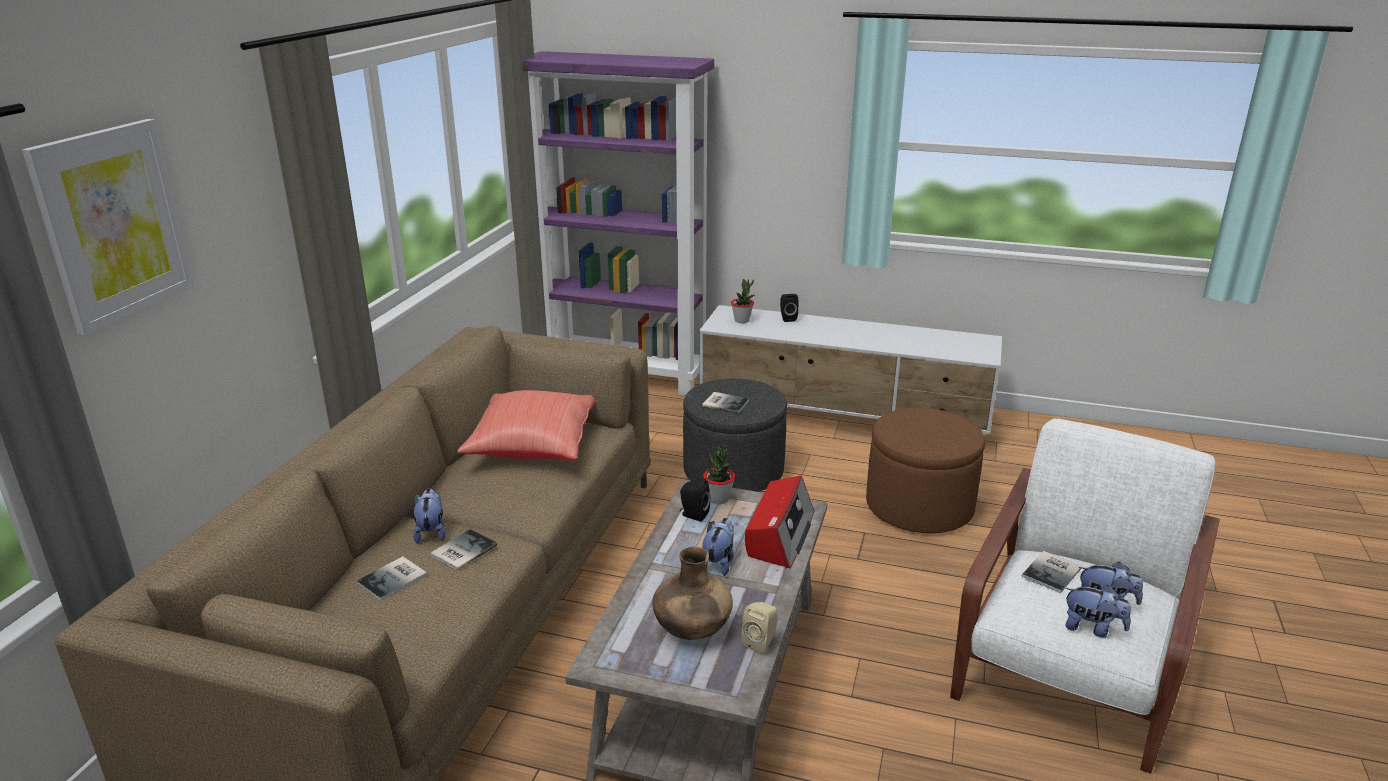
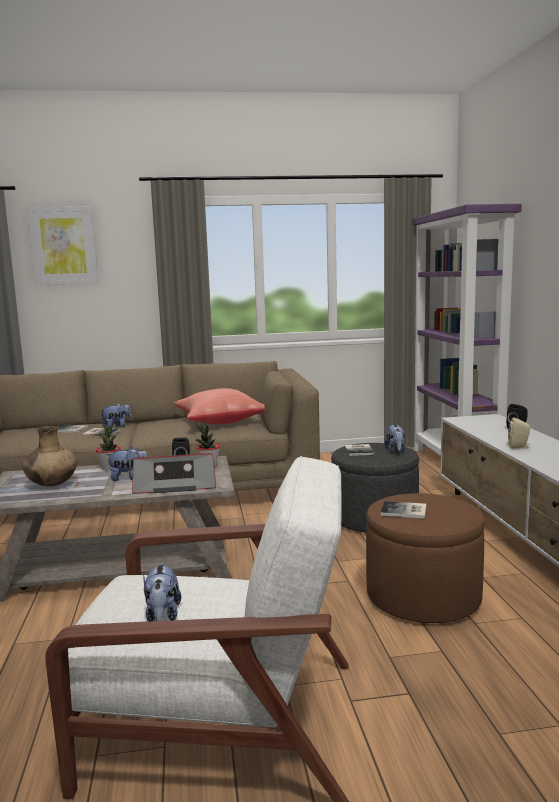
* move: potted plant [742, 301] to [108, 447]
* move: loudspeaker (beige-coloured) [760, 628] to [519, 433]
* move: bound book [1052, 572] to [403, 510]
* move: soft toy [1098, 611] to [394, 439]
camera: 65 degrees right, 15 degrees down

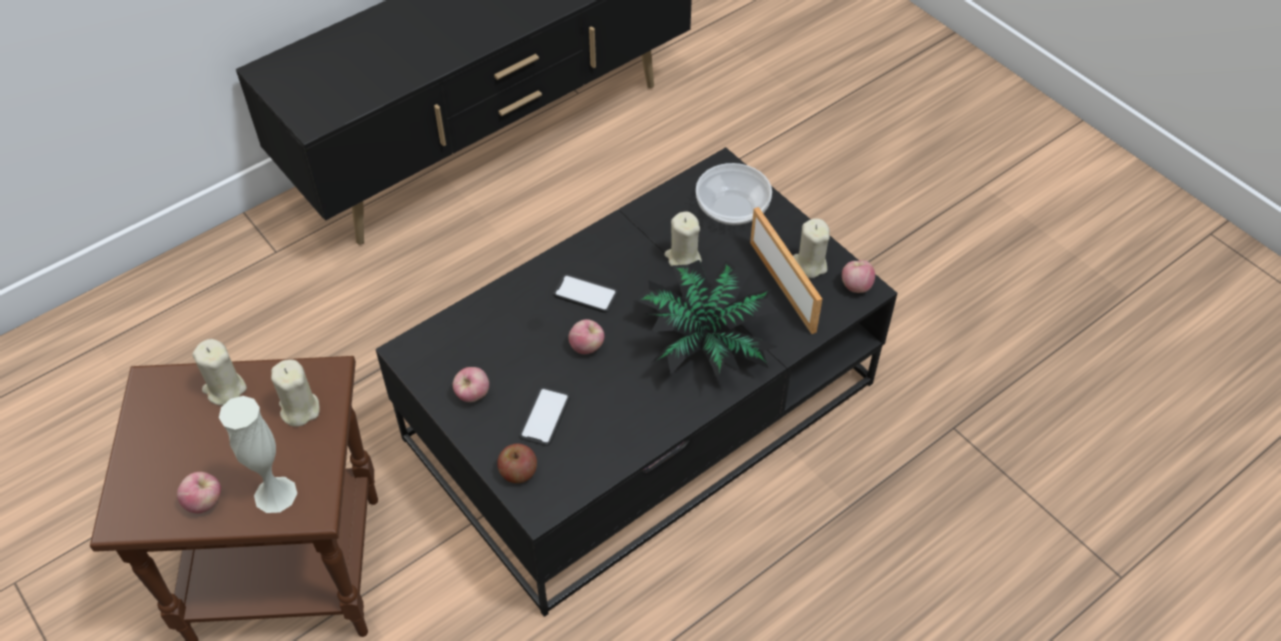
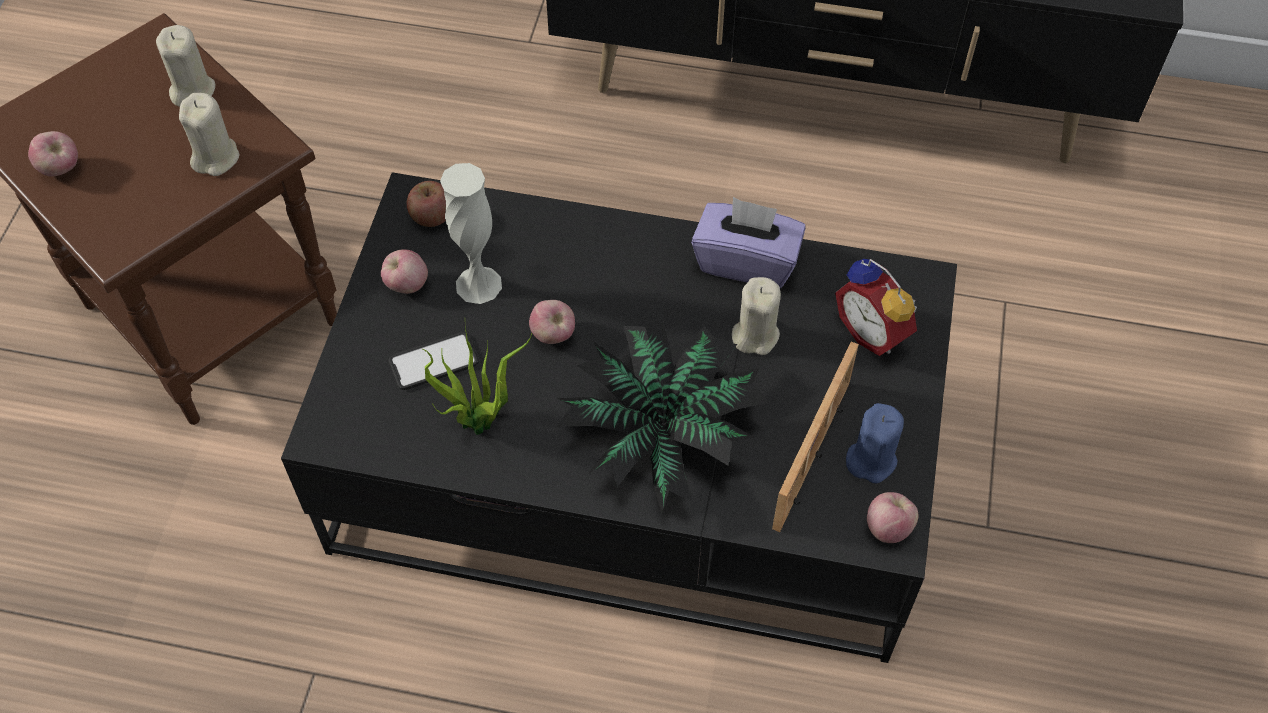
* move: vase (whitish) [258, 454] to [471, 233]
* move: whole apple [517, 463] to [426, 204]
* delete: phone [585, 293]
* replace: deep dish [734, 194] to bedside clock [876, 307]
* recolor: candle (beige-coloured) [811, 248] to candle (blue-coloured) [875, 443]
* insert: potted plant [477, 381]
* insert: tissue holder (purple) [748, 242]
camera: 50 degrees right, 5 degrees up

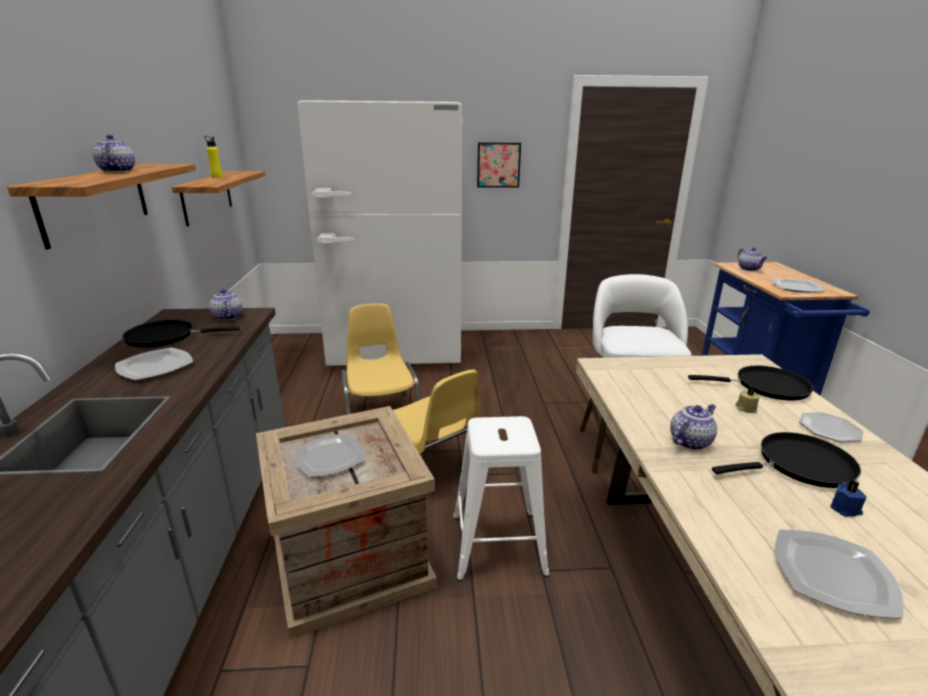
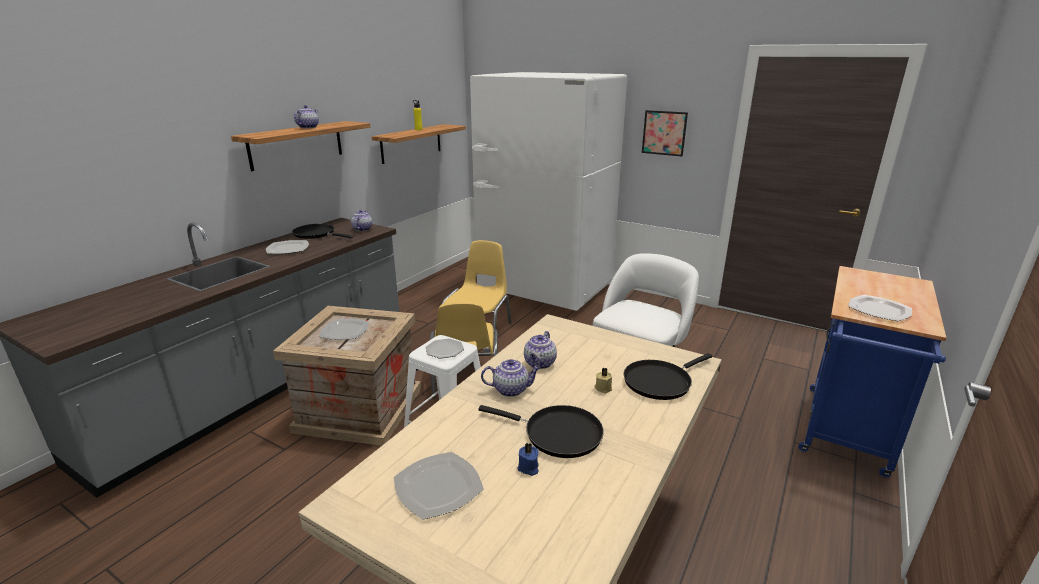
* rotate: pan (black) [750, 383] = [668, 376] 105 degrees clockwise
* move: tea pot [752, 259] to [540, 350]
* move: flat dish [831, 427] to [444, 349]
camera: 35 degrees right, 0 degrees up

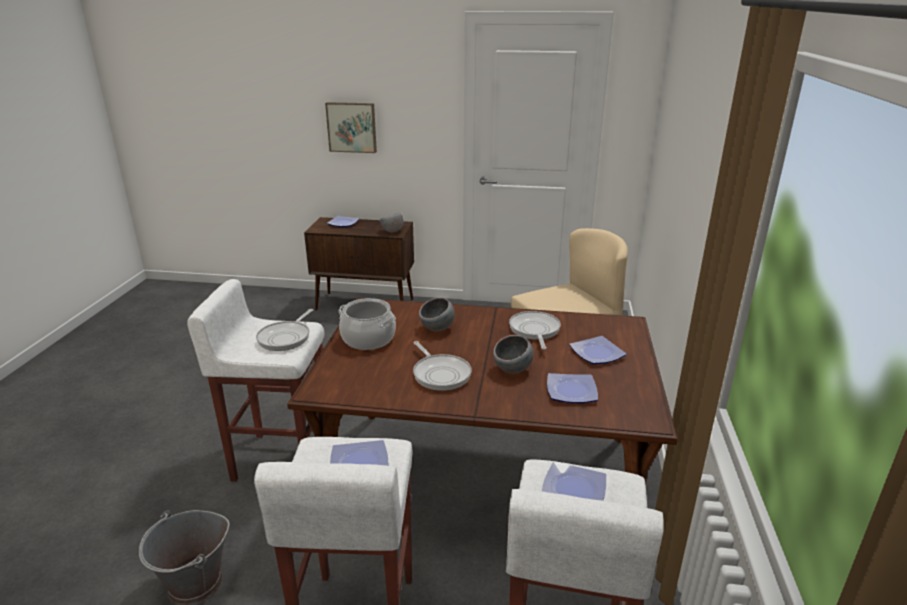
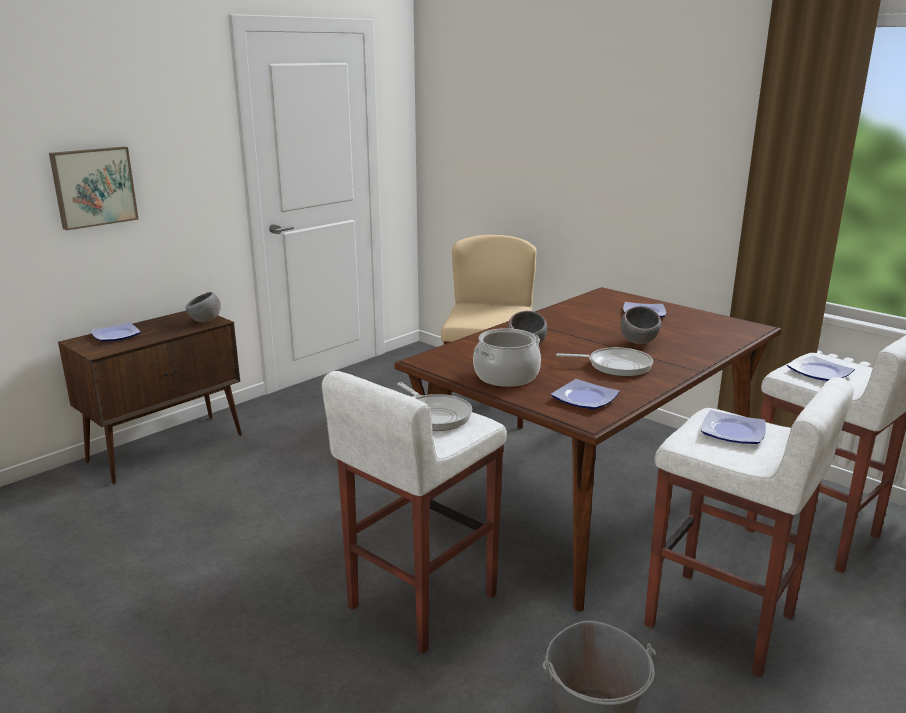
* delete: pan [535, 330]
* move: flat dish [572, 388] to [585, 394]
camera: 55 degrees left, 5 degrees down

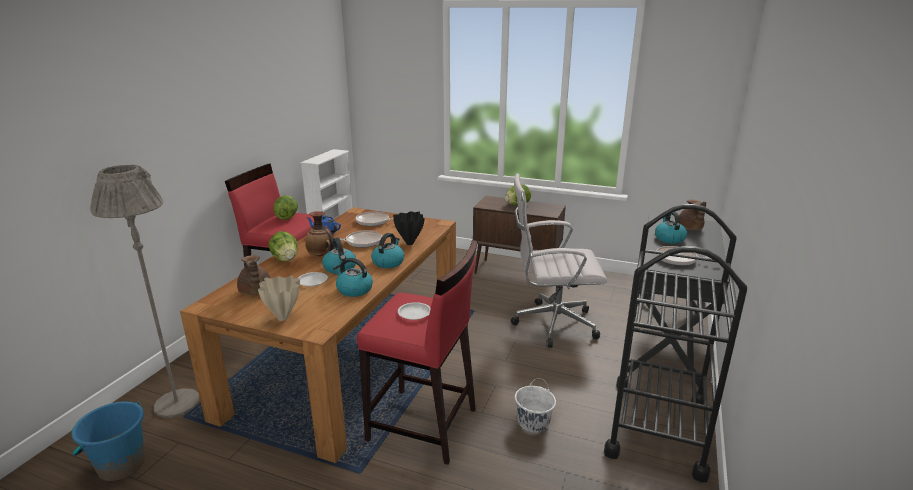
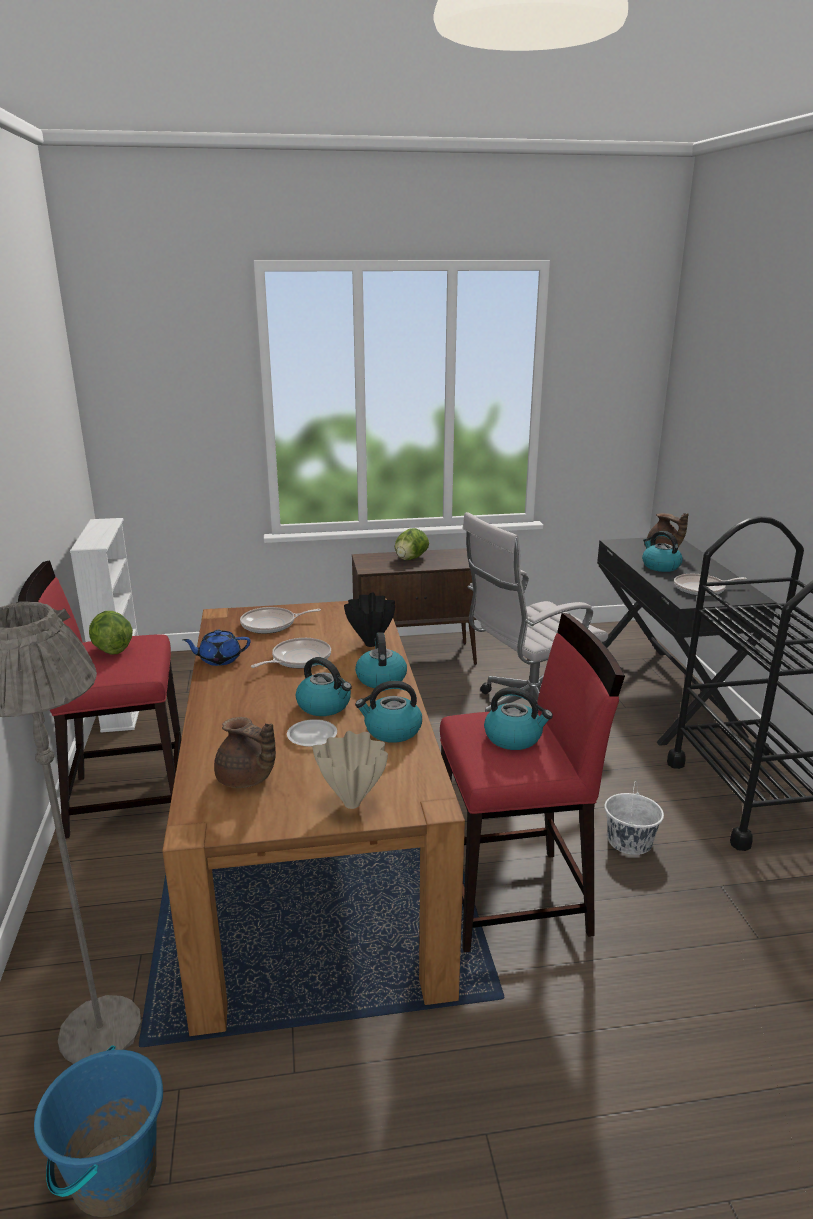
* delete: lettuce [283, 246]
* delete: vase [319, 234]
* replace: flat dish (whitish) [414, 311] to kettle [518, 718]
camera: 30 degrees left, 0 degrees up

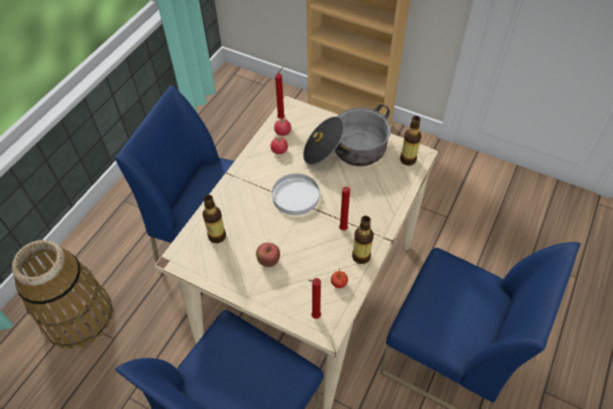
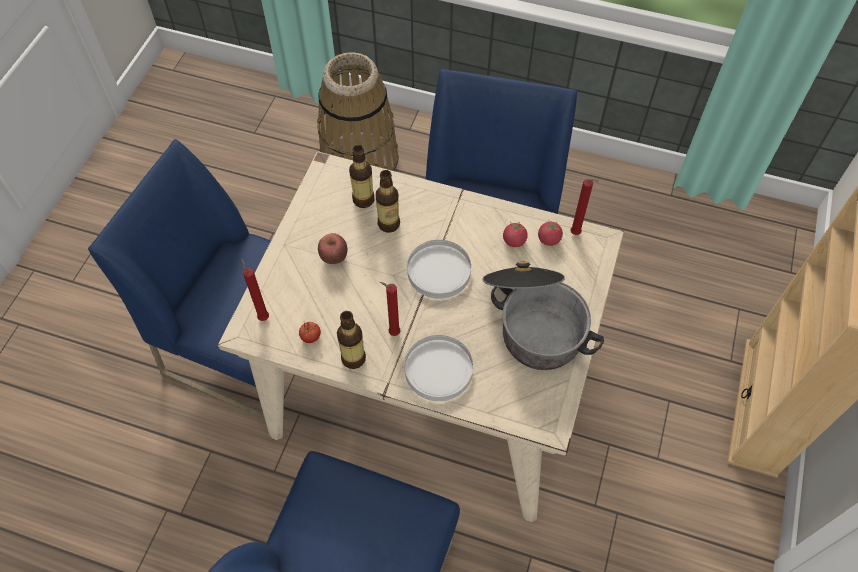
* move: bottle [410, 141] to [388, 201]
* insert: flat dish (whitish) [439, 368]
camera: 80 degrees right, 5 degrees up

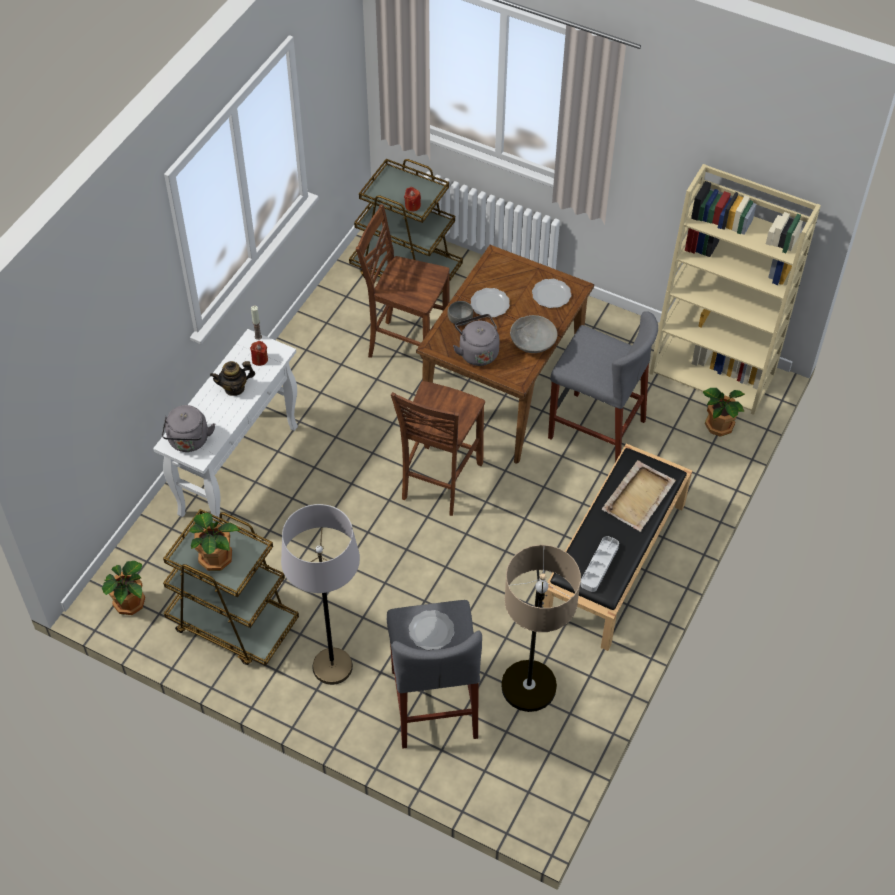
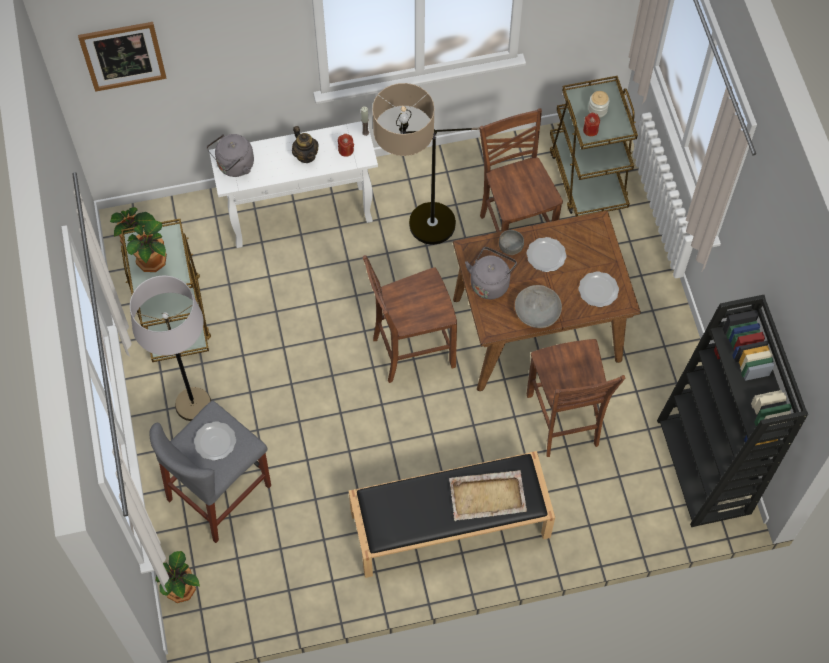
* rotate: tea pot [232, 378] = [305, 144] 150 degrees counterclockwise
* move: standard lamp [541, 628] to [426, 164]
* replace: stool (grey) [603, 386] to plain chair (brown) [576, 398]
* delete: serving tray (grey) [599, 564]
* recolor: bookshelf (beige-coloured) [735, 289] to bookshelf (black) [732, 411]
* move: potted plant [724, 412] to [177, 577]
* insert: wall picture [122, 57]
* insert: storage jar [598, 104]
camera: 50 degrees right, 10 degrees up

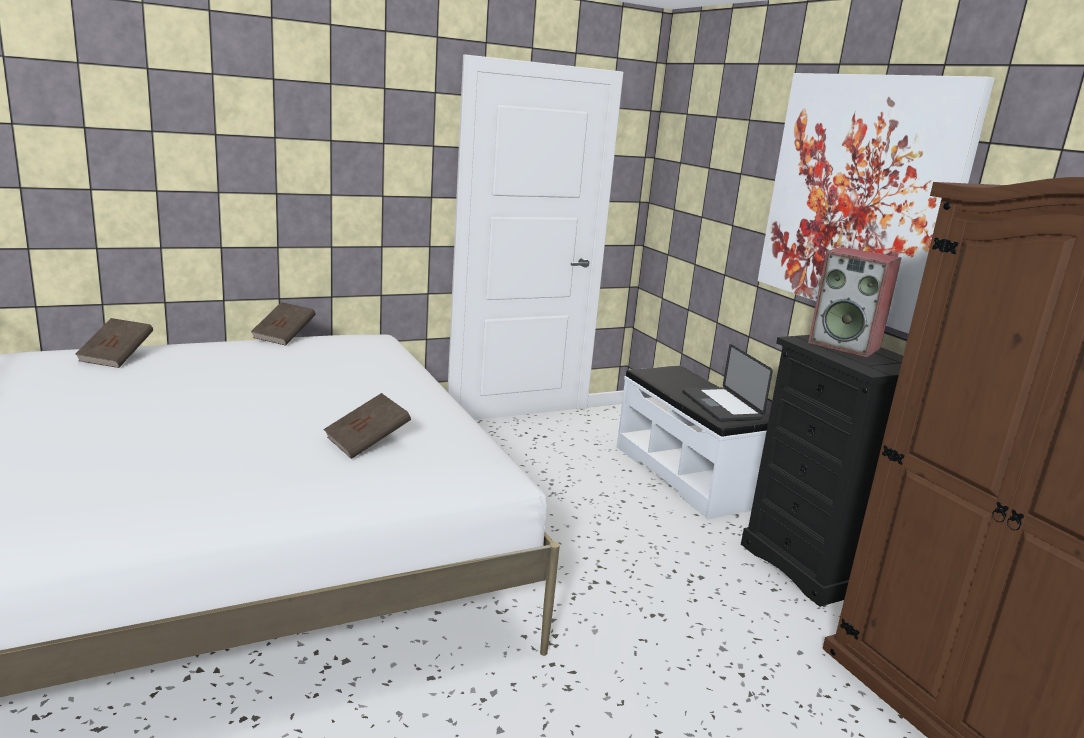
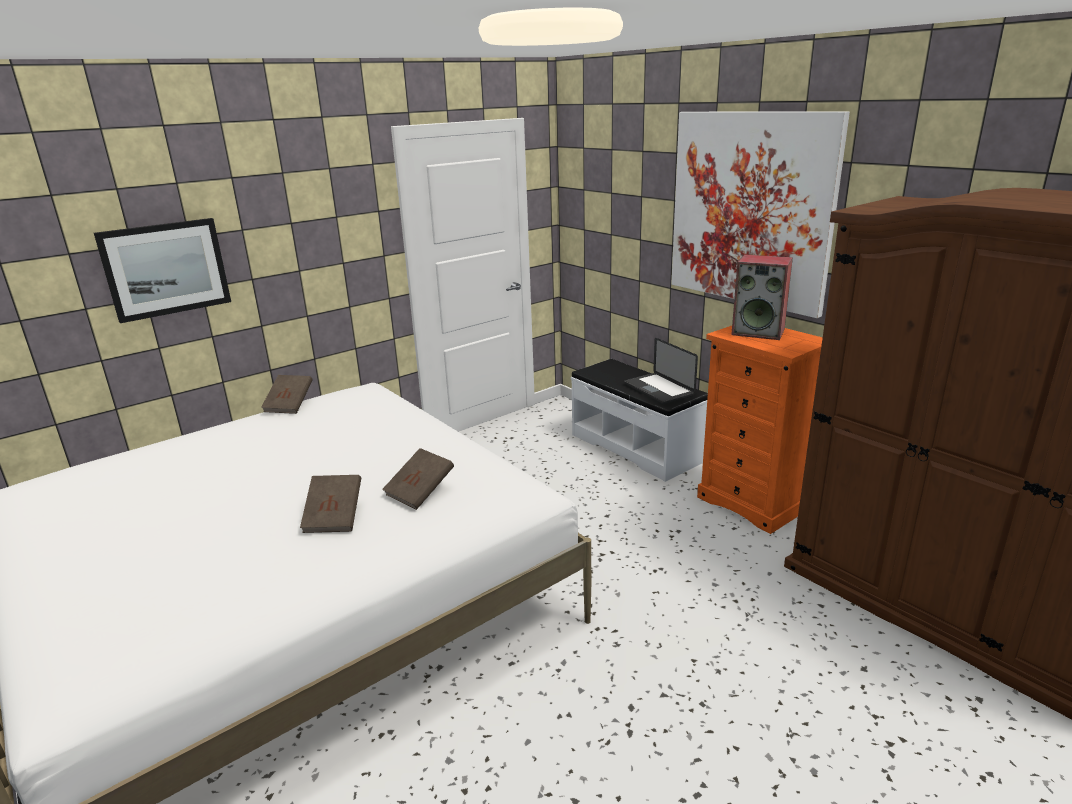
* move: bound book (brown) [114, 343] to [330, 504]
* recolor: dresser (black) [822, 471] to dresser (orange-coloured) [760, 430]
* insert: wall picture [162, 270]
camera: 10 degrees left, 5 degrees up

